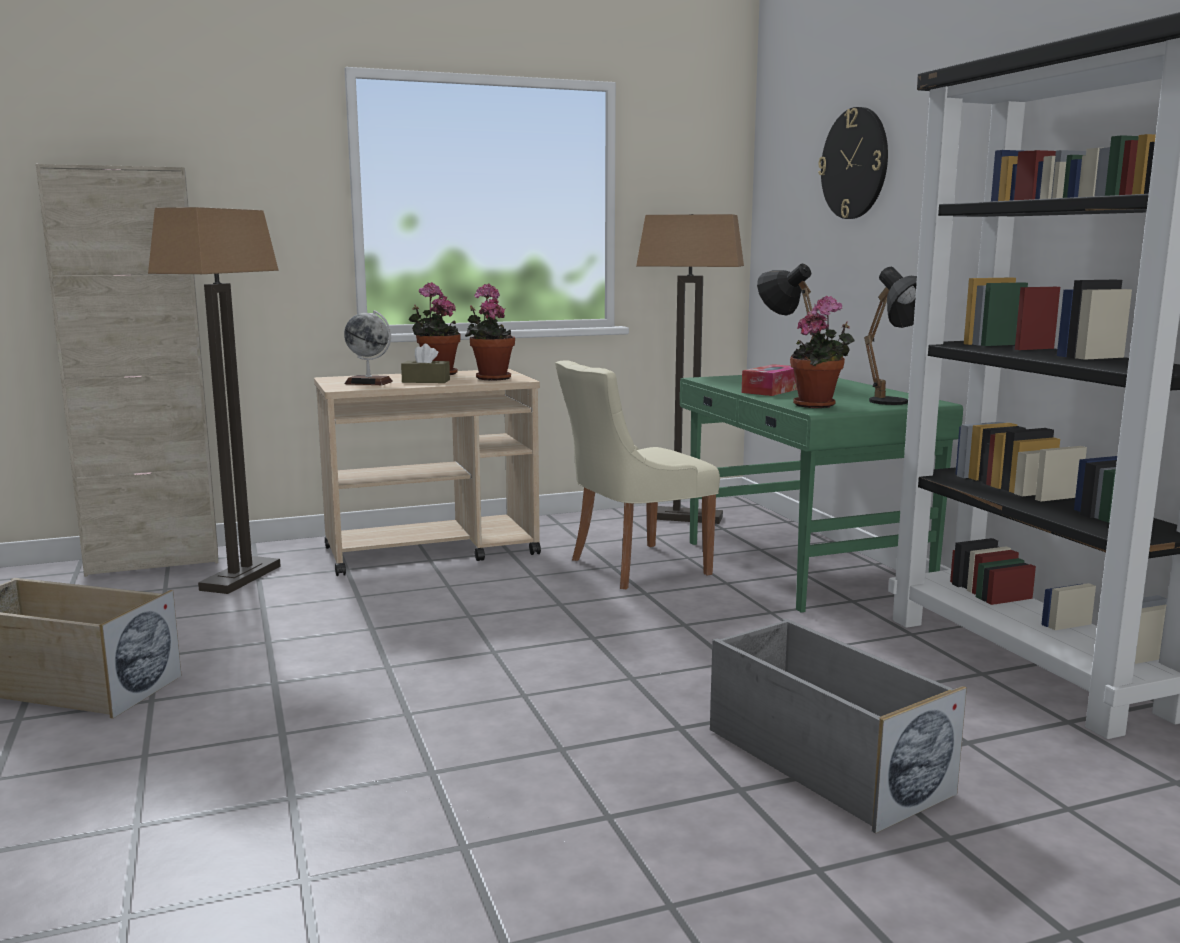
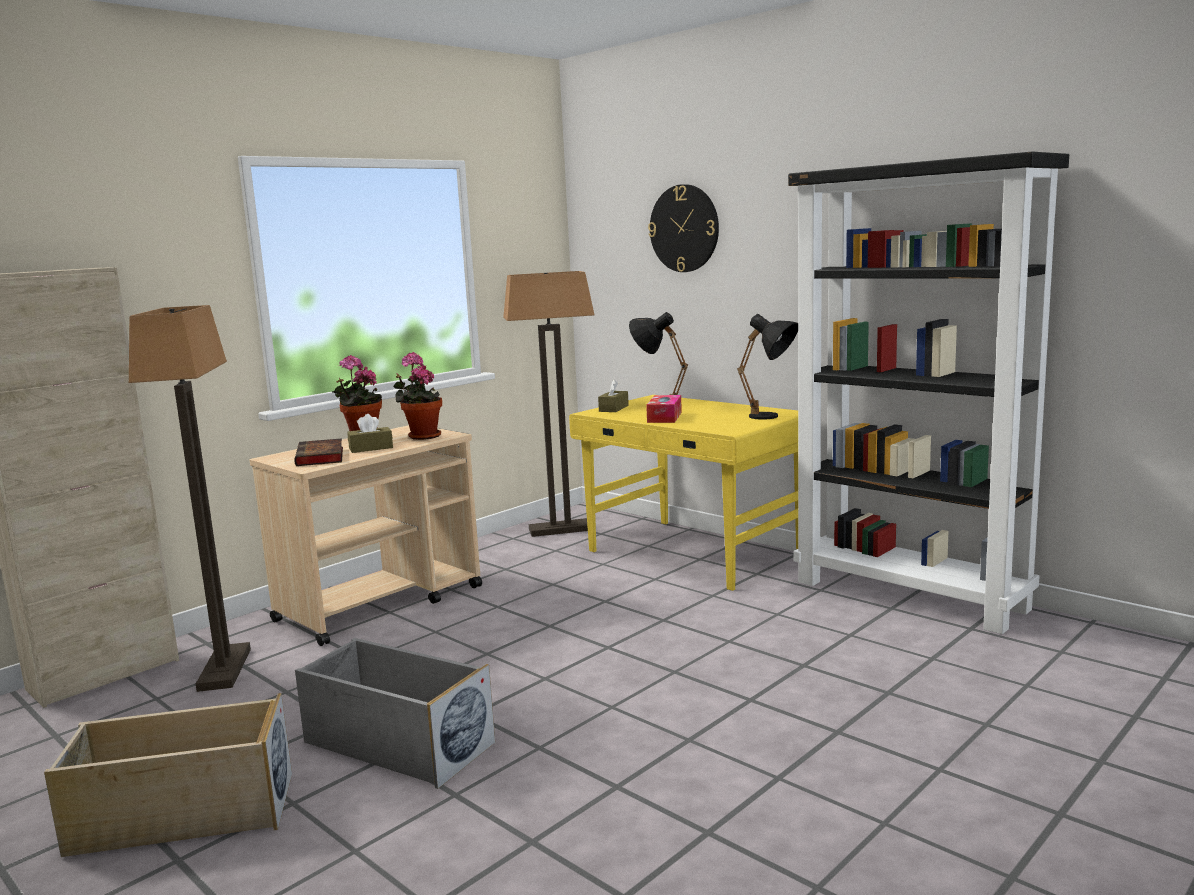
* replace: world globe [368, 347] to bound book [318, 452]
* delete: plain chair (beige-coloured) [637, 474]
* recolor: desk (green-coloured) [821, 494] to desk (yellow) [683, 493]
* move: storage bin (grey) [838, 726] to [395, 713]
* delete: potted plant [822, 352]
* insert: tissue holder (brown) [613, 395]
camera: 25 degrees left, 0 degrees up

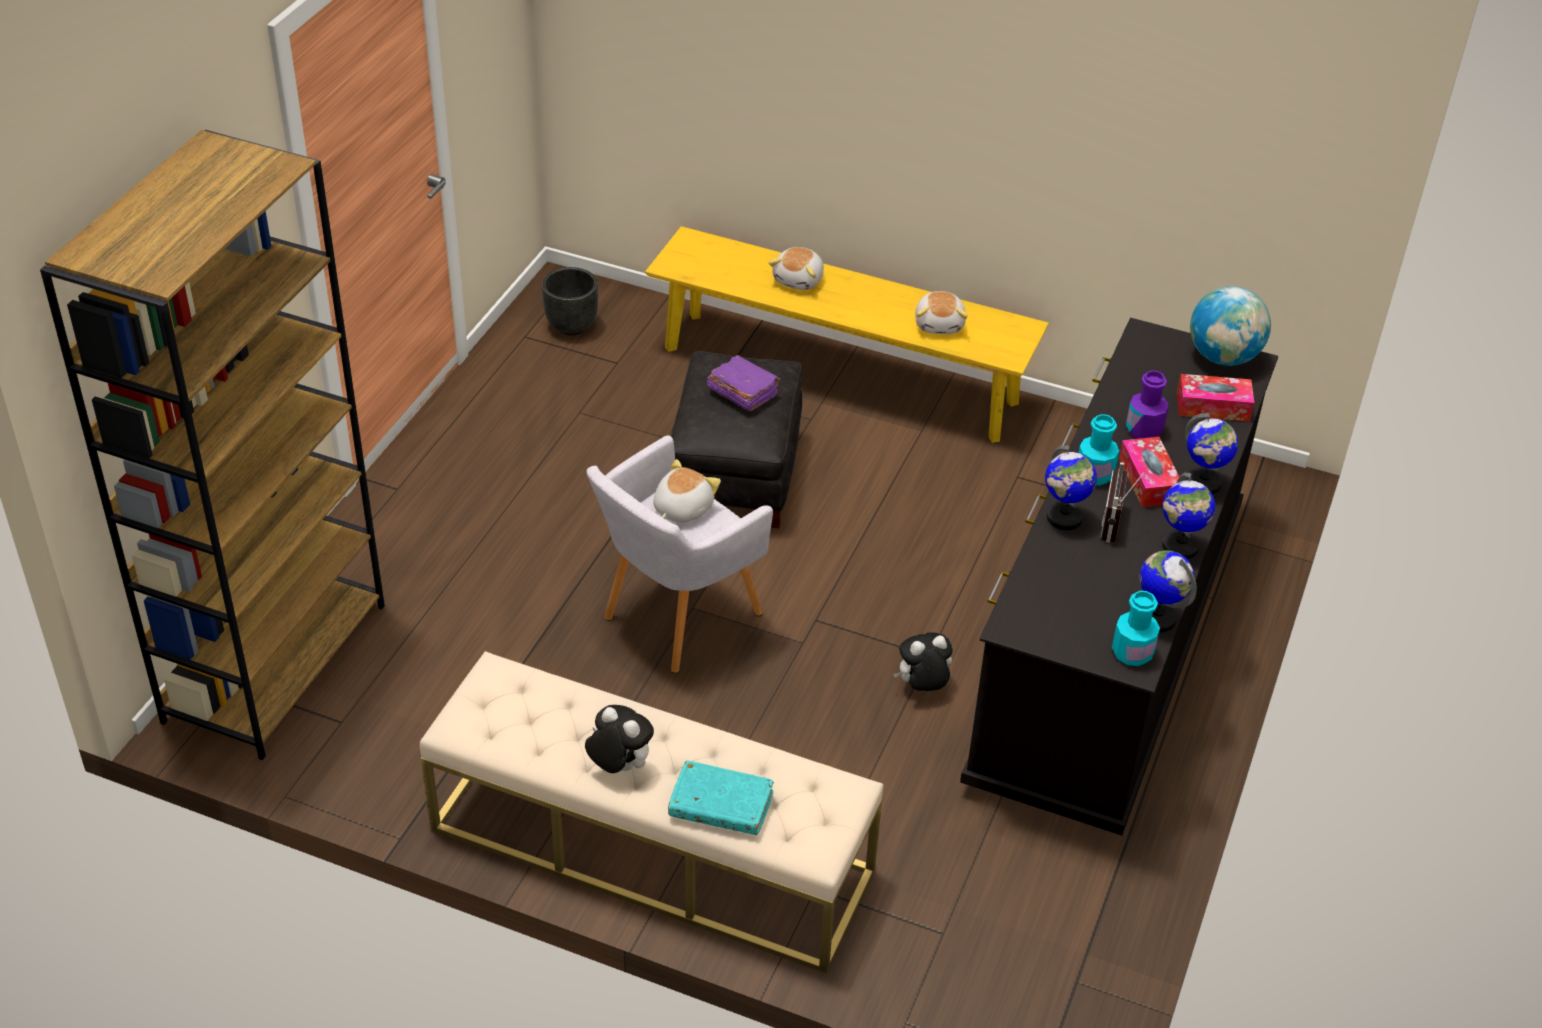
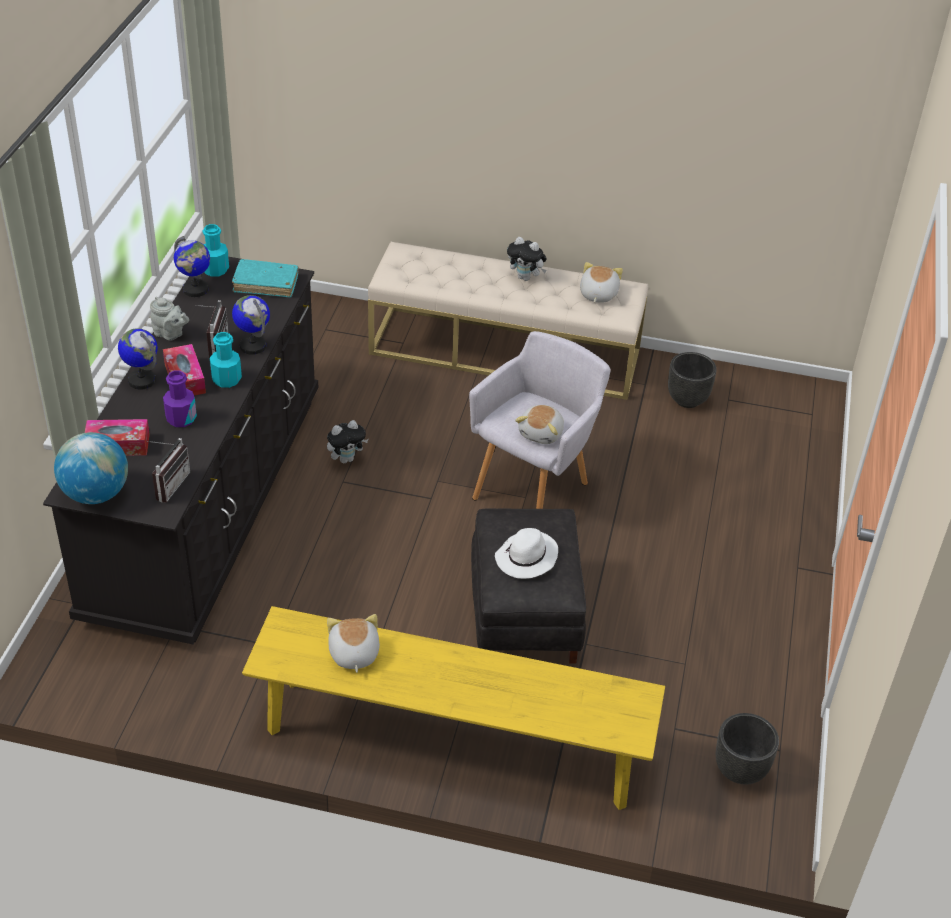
* delete: bookshelf (brown) [212, 445]
* move: bound book (turquoise-coloured) [721, 797] to [265, 278]
* replace: bound book (purple) [743, 383] to wearable hat (whitish) [526, 553]
* move: soft toy [796, 268] to [601, 282]
* replace: world globe [1188, 516] to tea pot (grey) [169, 318]
* insert: radio receiver [168, 470]
* insert: plant pot (black) [692, 380]
camera: 170 degrees right, 0 degrees up

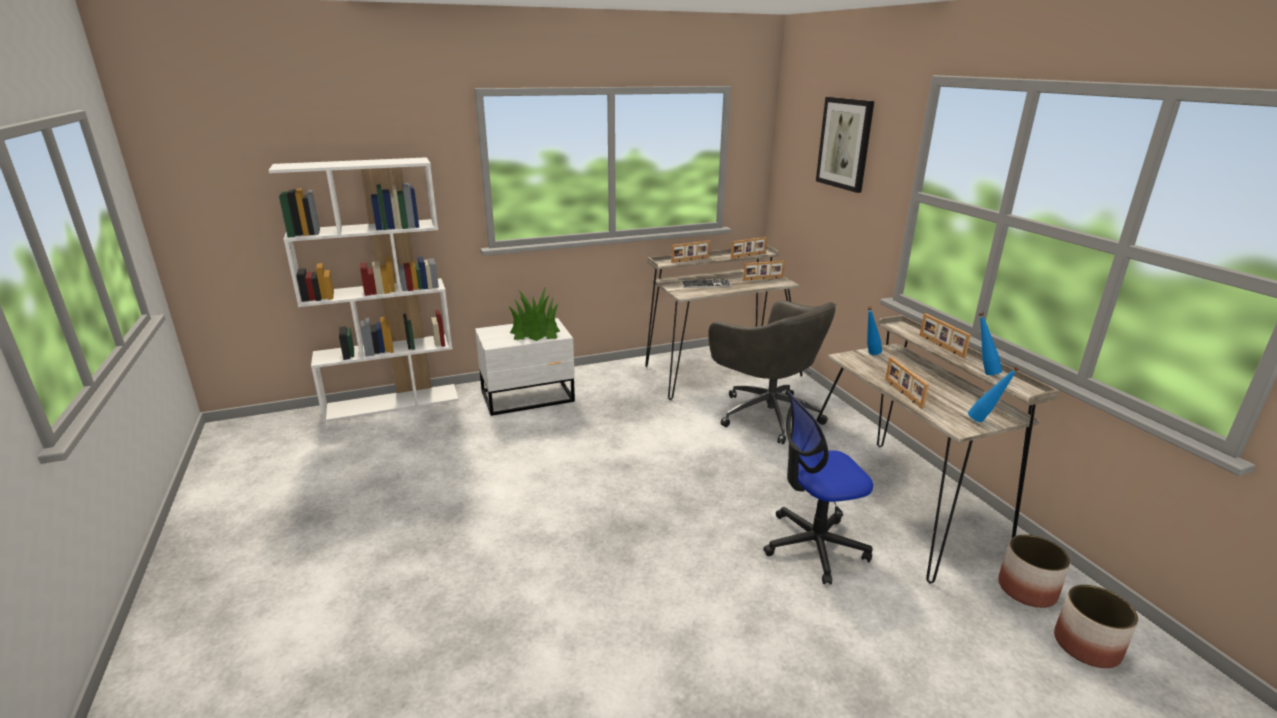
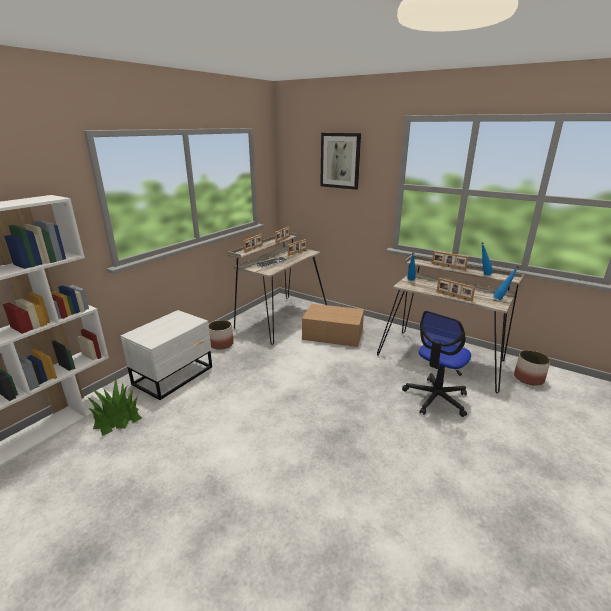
* move: potted plant [534, 313] to [114, 407]
* replace: desk chair (grey) [772, 372] to cardboard box [333, 325]
* move: plant pot [1096, 626] to [221, 335]
camera: 35 degrees left, 0 degrees up

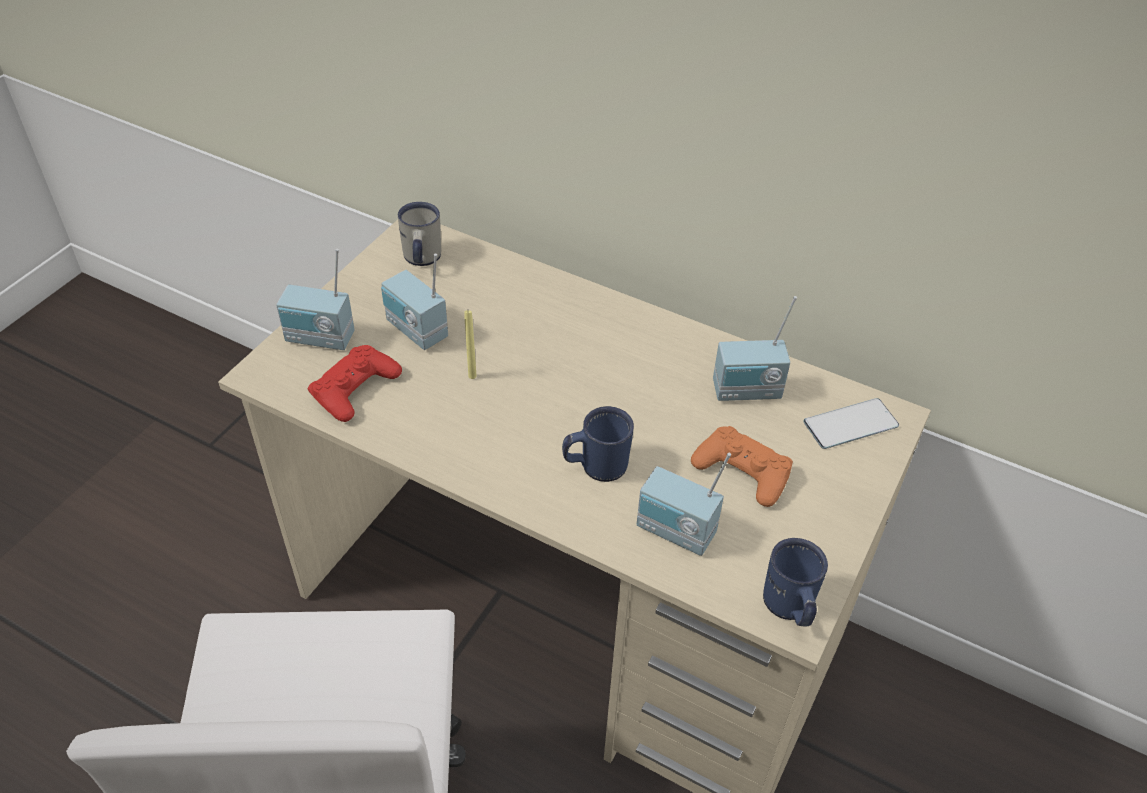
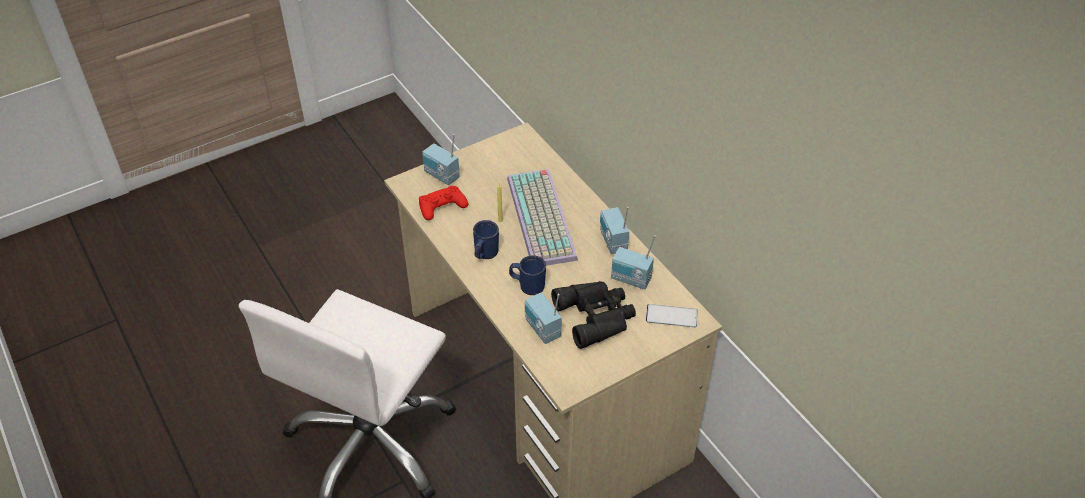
* move: radio receiver [414, 301] to [614, 230]
* delete: mug (whitish) [419, 234]
* replace: joypad (orange-coloured) [742, 466] to field glasses (black) [593, 315]
* move: mug (blue-coloured) [795, 582] to [486, 239]
* insert: keyboard [542, 217]
camera: 30 degrees right, 0 degrees up

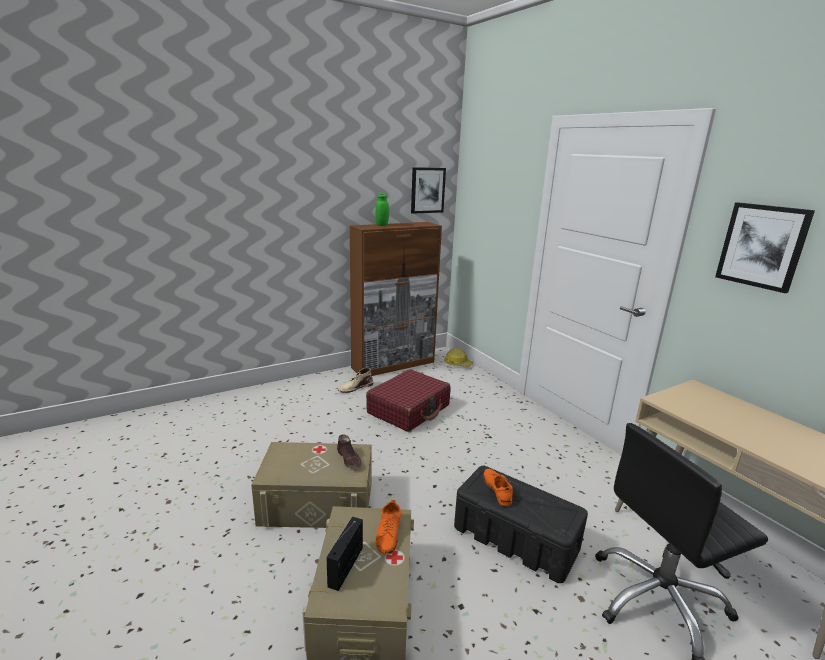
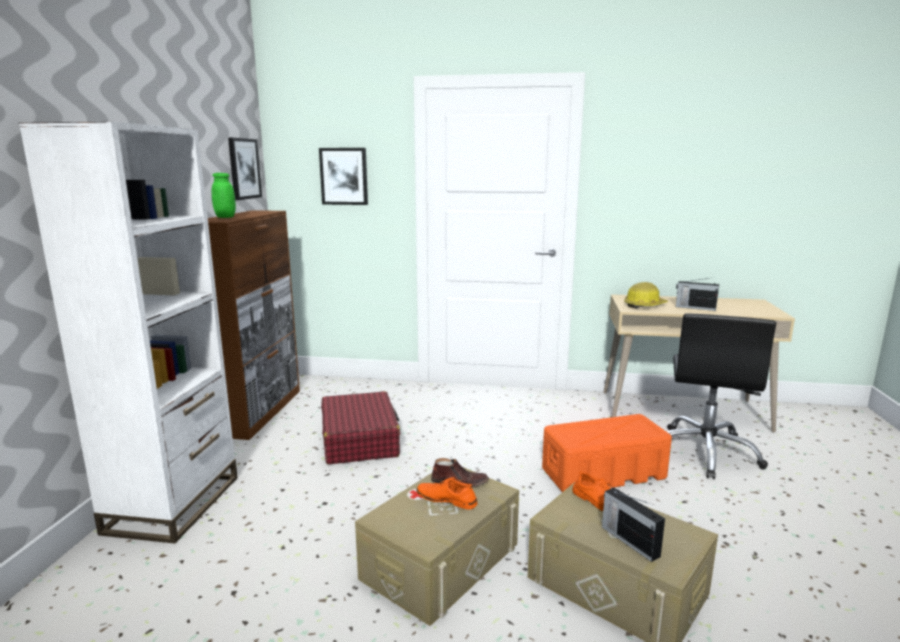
* delete: boot (beige-coloured) [355, 380]
* move: safety helmet [458, 357] to [646, 295]
* recolor: storage bin (black) [521, 524] to storage bin (orange-coloured) [607, 453]
* move: item of footwear (orange-coloured) [498, 487] to [447, 493]
* move: wall picture [765, 247] to [343, 176]
* insert: bookshelf (whitish) [128, 332]
* insert: radio receiver [697, 294]
camera: 50 degrees left, 5 degrees down

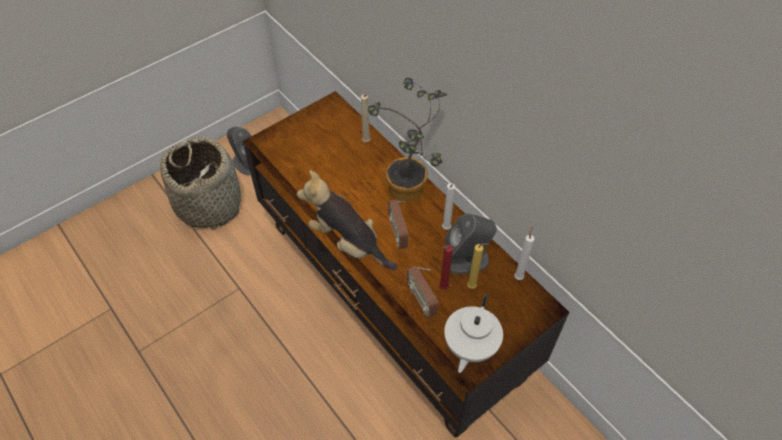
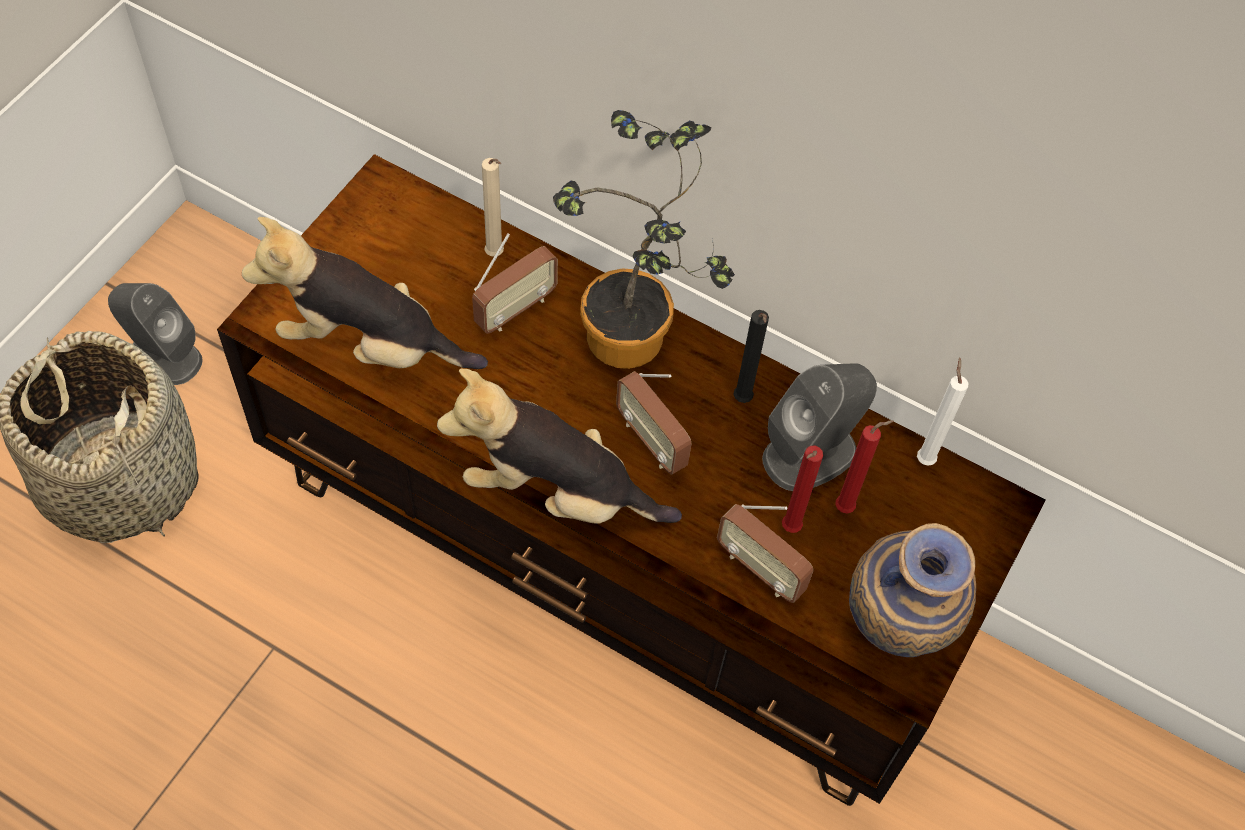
* recolor: candle (whitish) [448, 206] to candle (black) [751, 356]
* replace: tea pot (whitish) [473, 333] to vase [912, 590]
* recolor: candle (yellow) [478, 266] to candle (red-coloured) [864, 466]
* insert: soft toy [365, 293]
* insert: radio receiver [515, 283]
camera: 25 degrees left, 5 degrees up

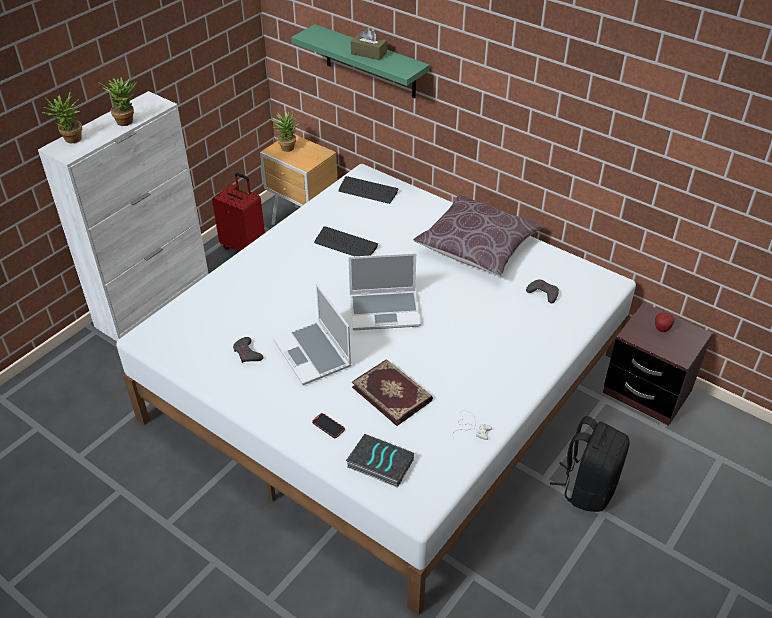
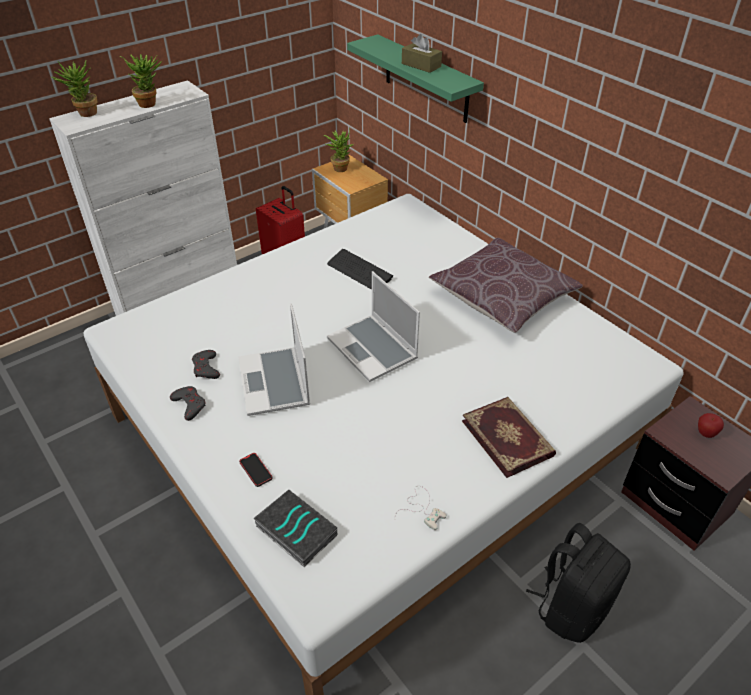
* delete: keyboard [368, 190]
* rotate: portable computer [384, 291] = [373, 326] 45 degrees clockwise
* move: bound book [392, 392] to [509, 437]
* move: joypad (grey) [542, 291] to [188, 403]
camera: 15 degrees right, 0 degrees up

